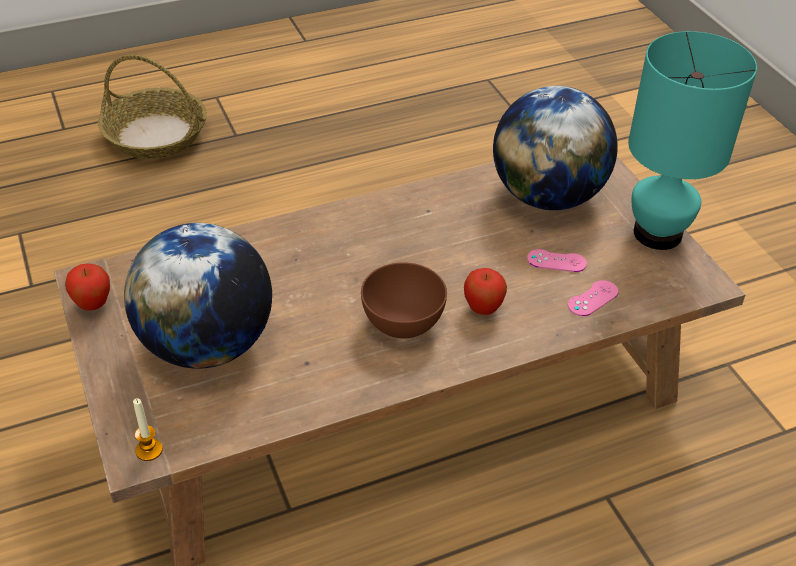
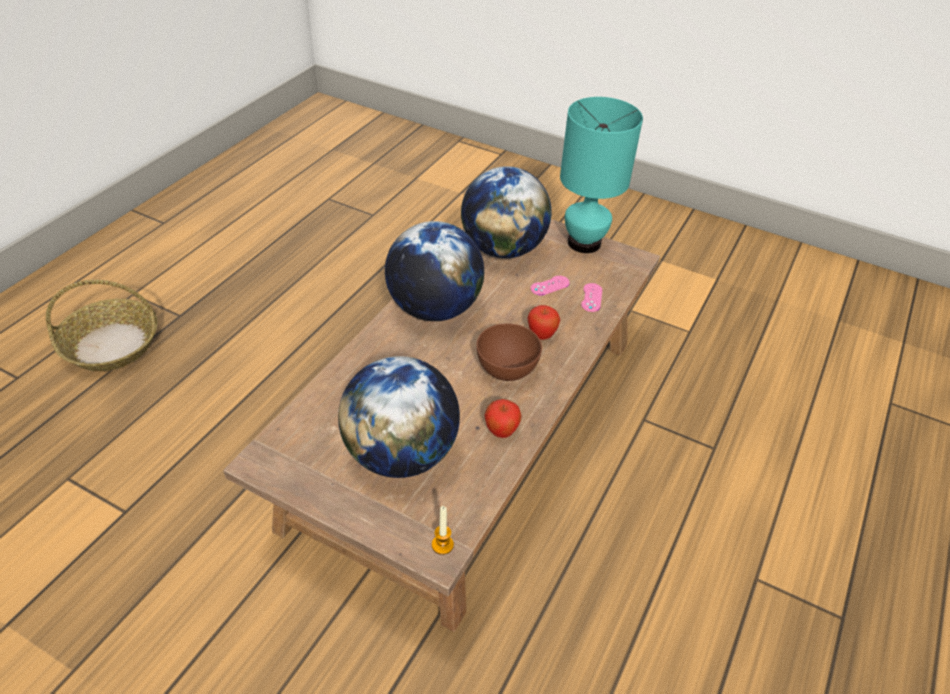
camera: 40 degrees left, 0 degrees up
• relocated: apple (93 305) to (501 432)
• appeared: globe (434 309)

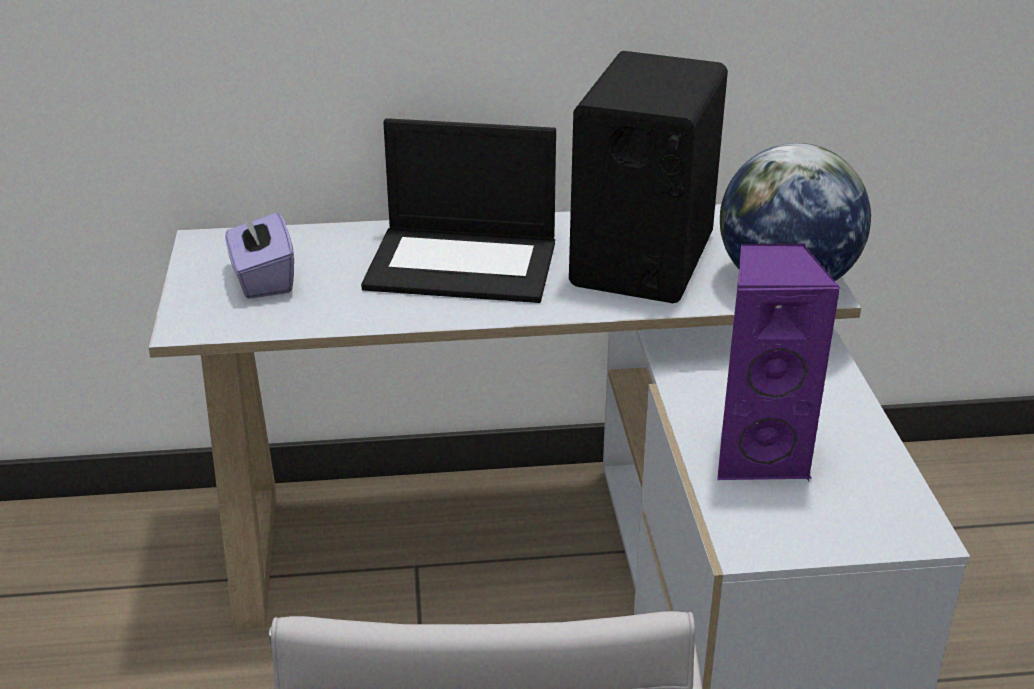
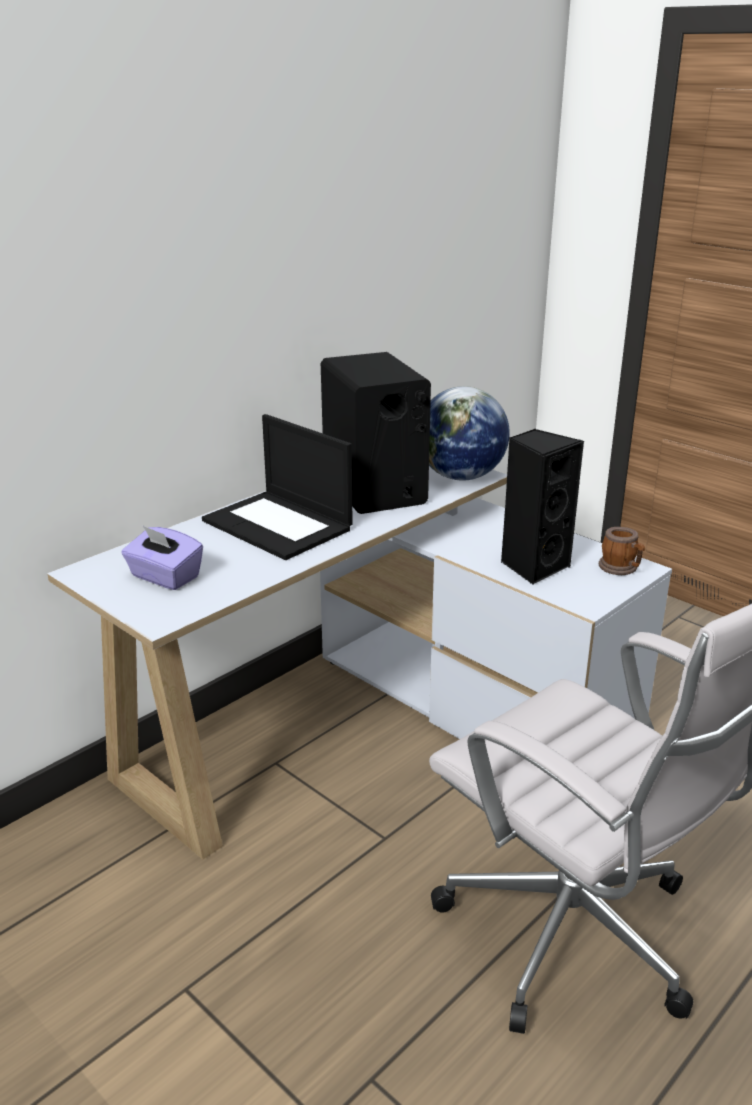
camera: 40 degrees left, 5 degrees down
• spun: laptop (464 264) = (279 525) 75 degrees clockwise
• colour: purple speaker (758 455) to black speaker (533 566)
• appeared: mug (621 568)

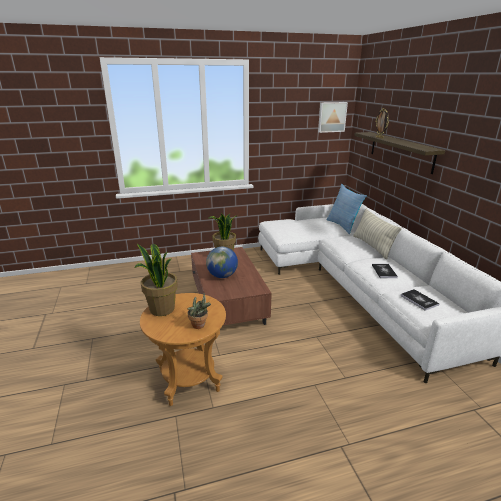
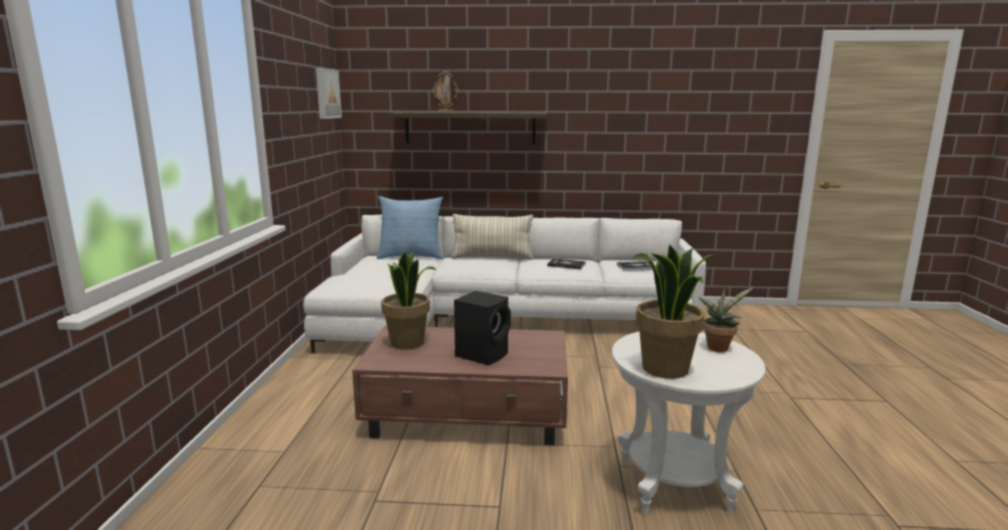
camera: 70 degrees left, 10 degrees down
• colour: brown side table (189 380) to white side table (674 485)
• exchanged: globe (222 276) to black speaker (483 354)

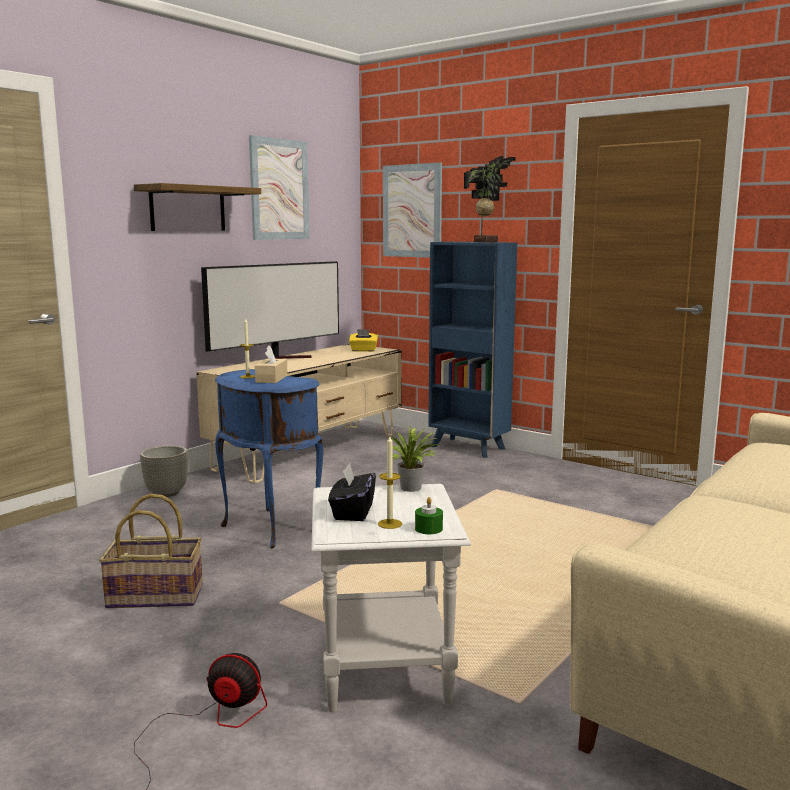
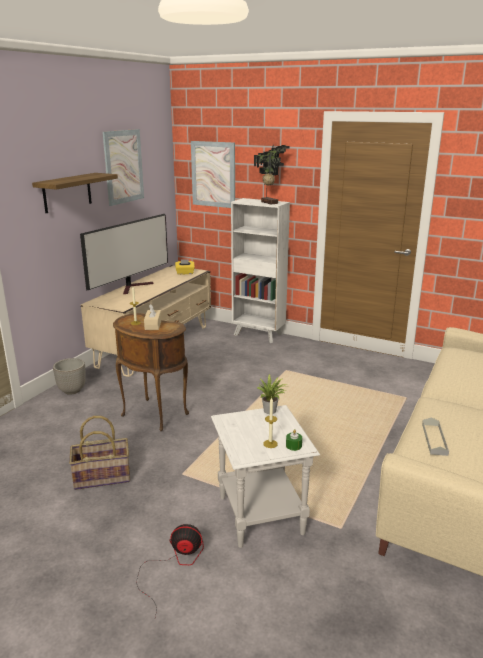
camera: 10 degrees left, 10 degrees up
• colour: blue side table (268 529) to brown side table (153 416)
• missing: black tissue box (352 512)
• colour: blue bookcase (469 448) to white bookcase (258 335)
• appeared: grey tray (434 439)

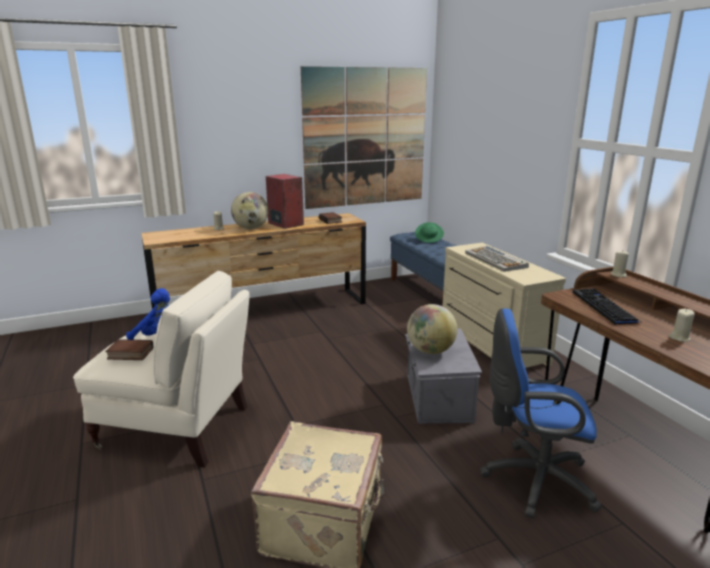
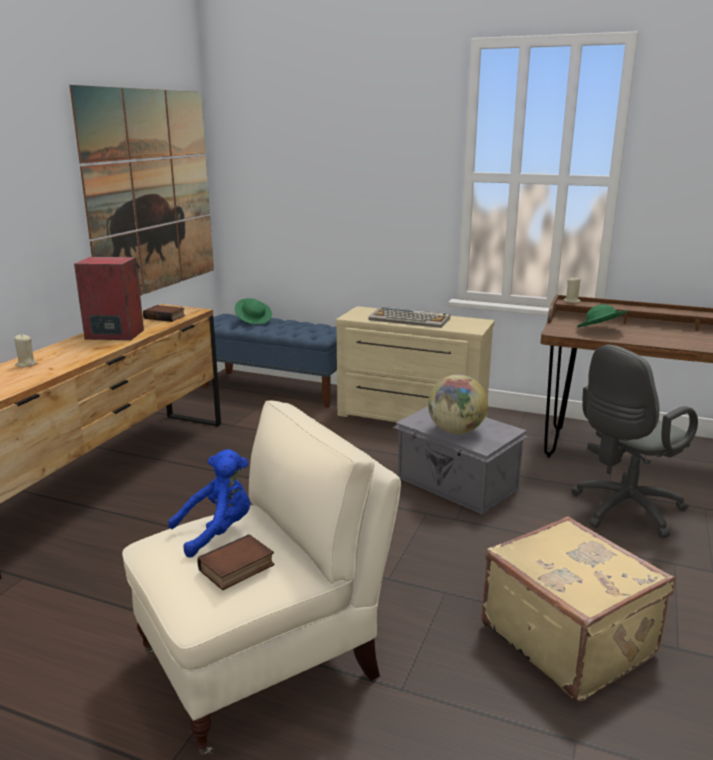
camera: 45 degrees left, 0 degrees up
• missing: globe (251 228)
• colour: blue office chair (532 480) to grey office chair (622 511)
• exchanged: keyboard (604 307) to green hat (600 331)
• missing: beige candle (679 338)

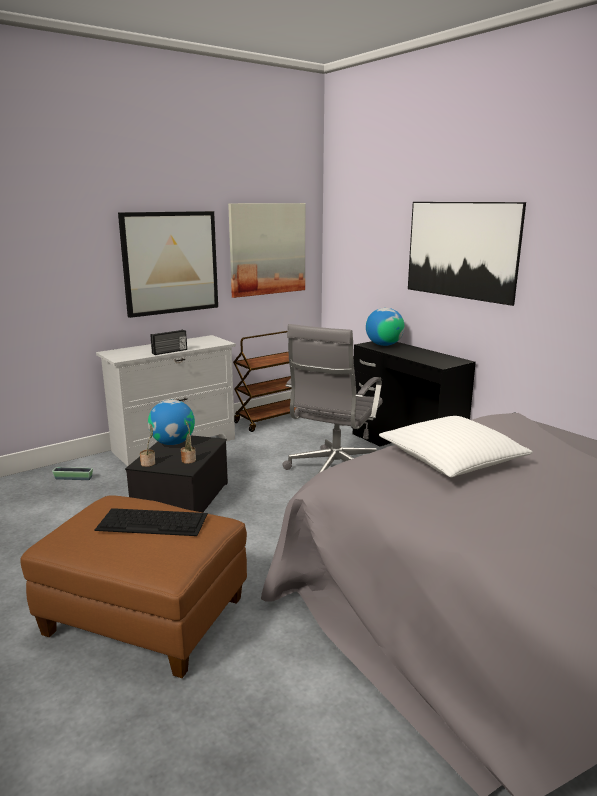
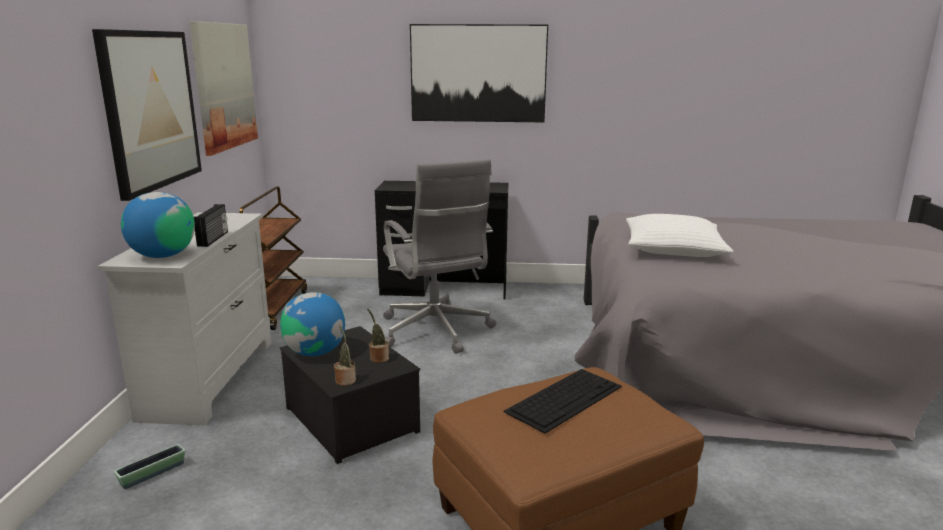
camera: 50 degrees left, 0 degrees up
• relocated: globe (384 345) to (163 256)

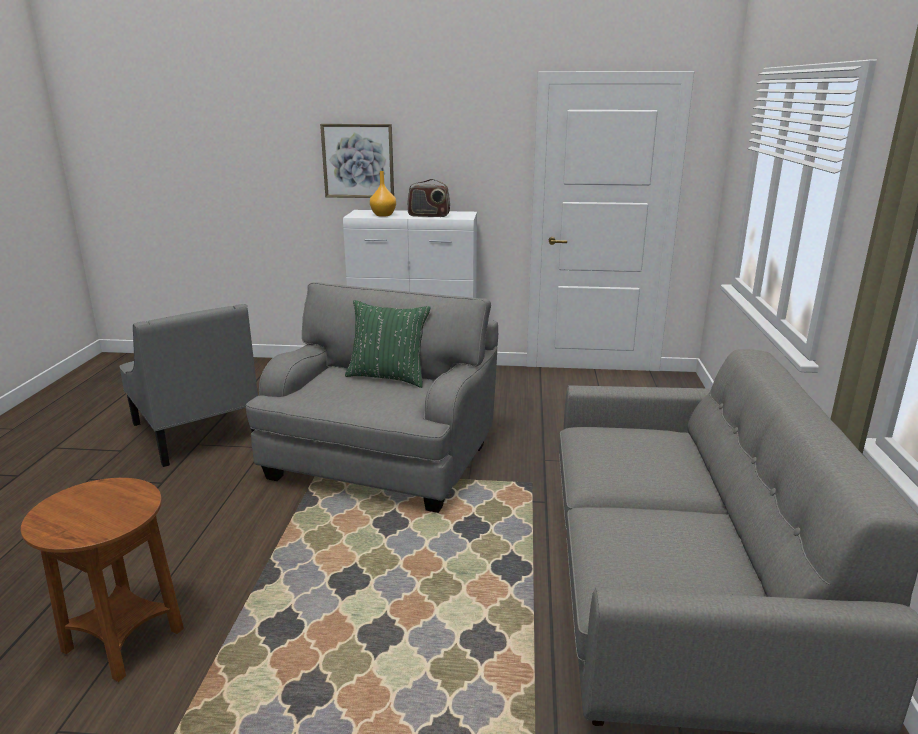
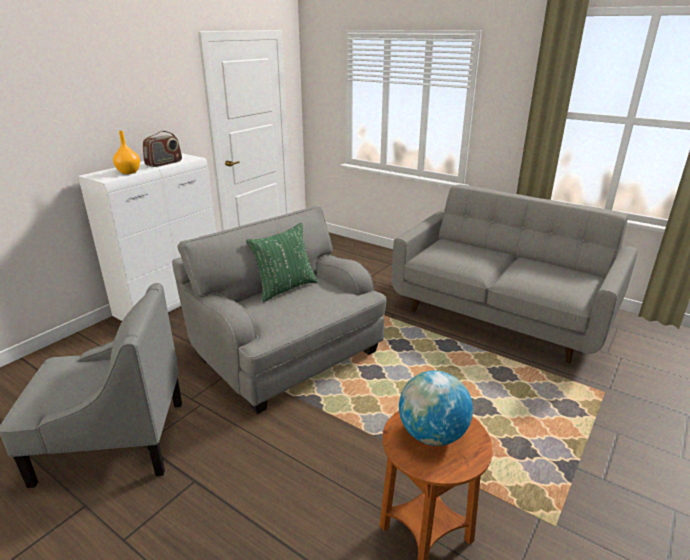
camera: 60 degrees left, 5 degrees up
• missing: picture (358 161)
• appeared: globe (432 434)

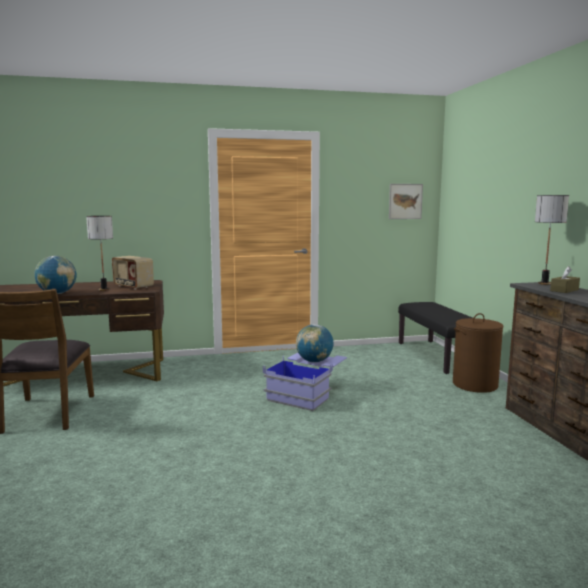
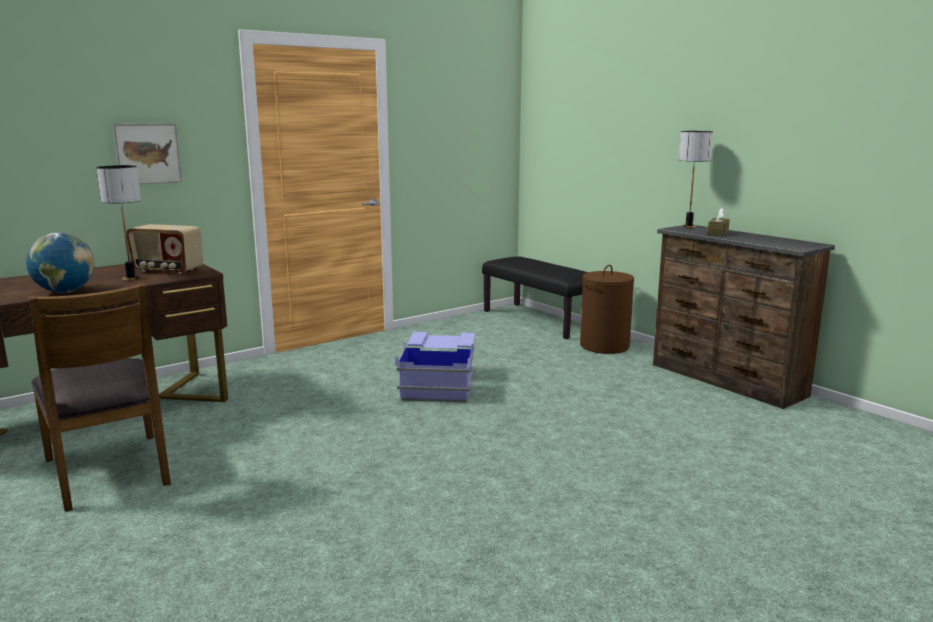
camera: 25 degrees left, 5 degrees up
• missing: globe (314 361)
• relocated: picture (405 201) to (148 153)

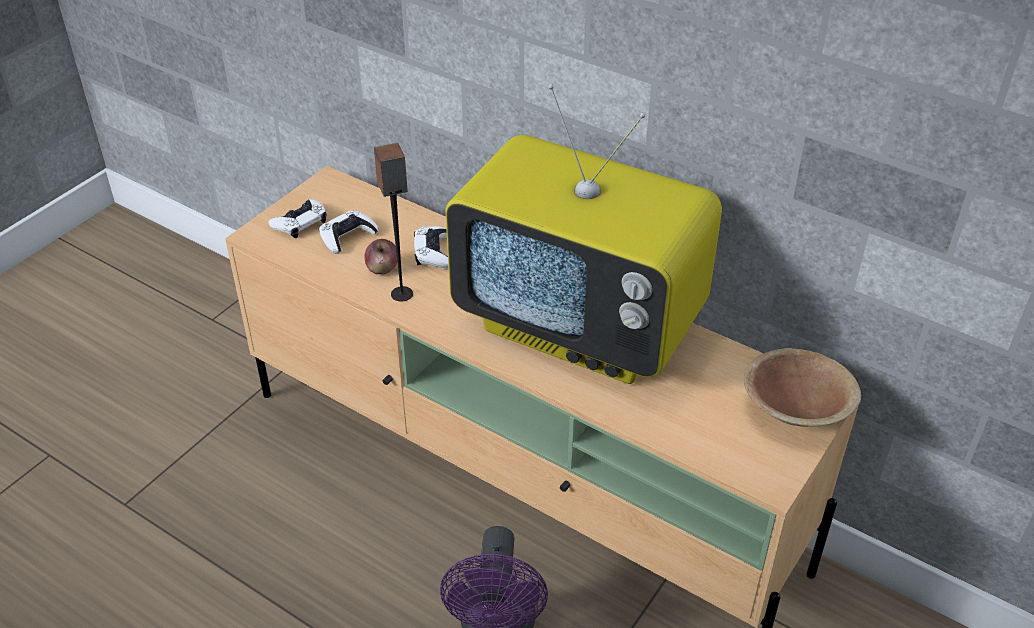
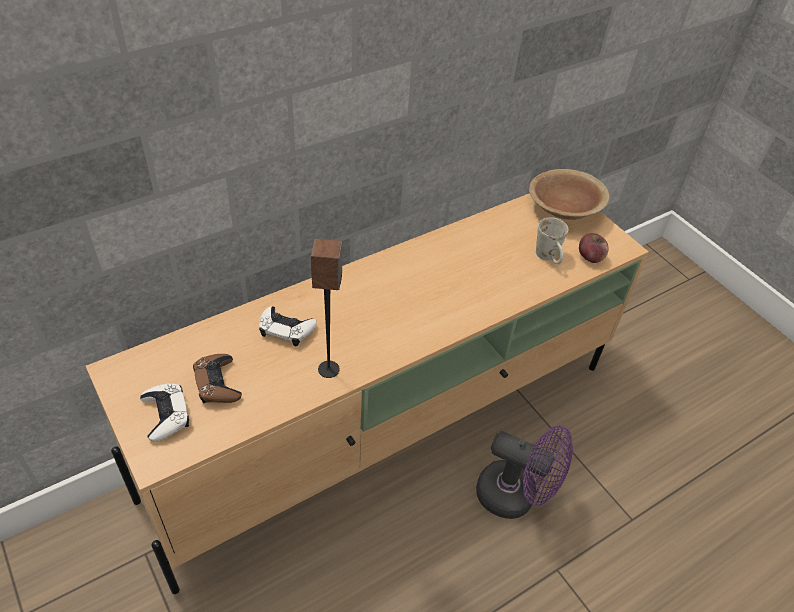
camera: 70 degrees left, 5 degrees up
• colour: white game controller (347 236) to brown game controller (217 383)
• relocated: apple (382 269) to (590 257)
• missing: television (582 326)
• appeared: white mug (549 258)

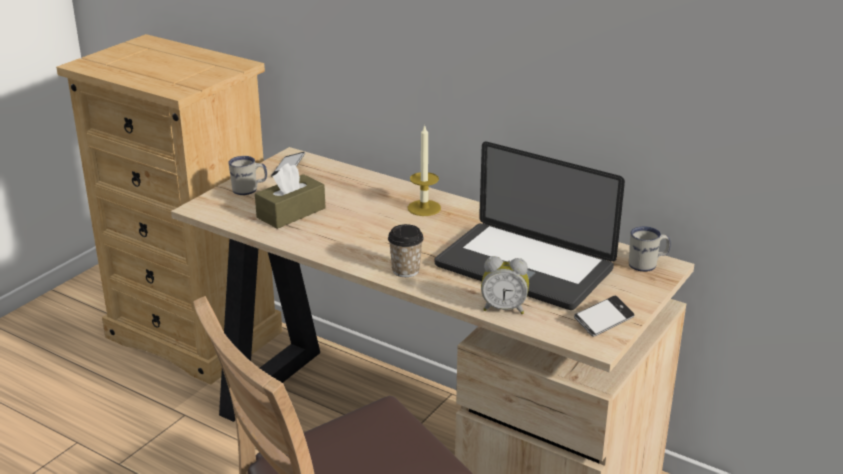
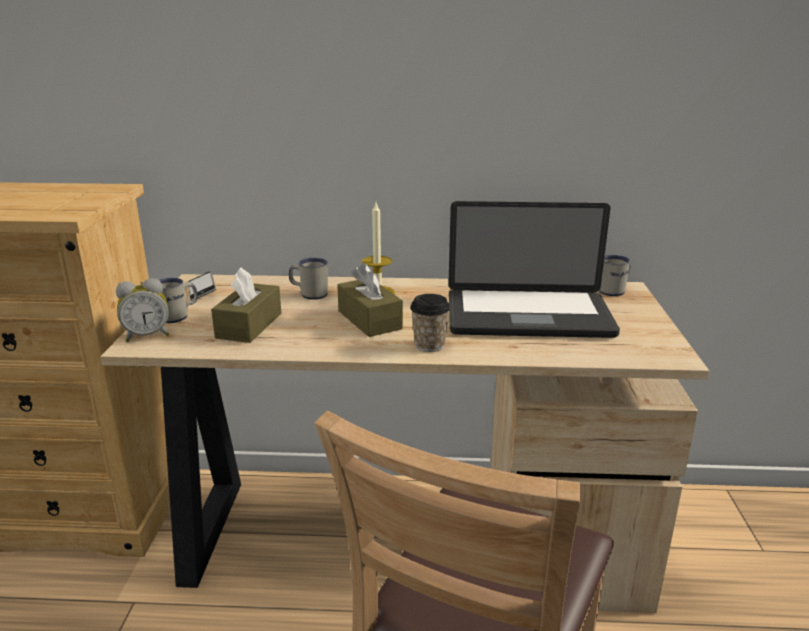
camera: 30 degrees left, 5 degrees down
• relocated: alarm clock (504 308) to (147 335)
• missing: phone (603 320)
• appeared: white mug (309 294)
• appeared: brown tissue box (369 320)

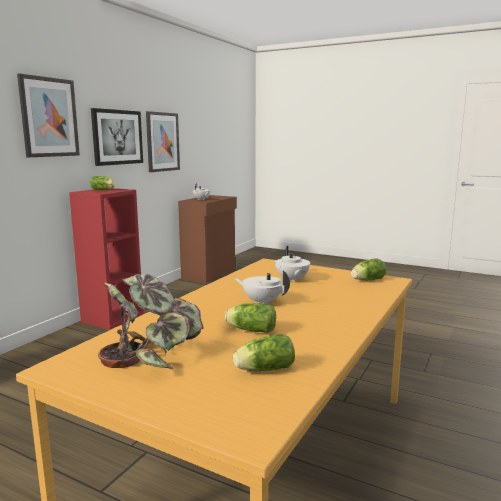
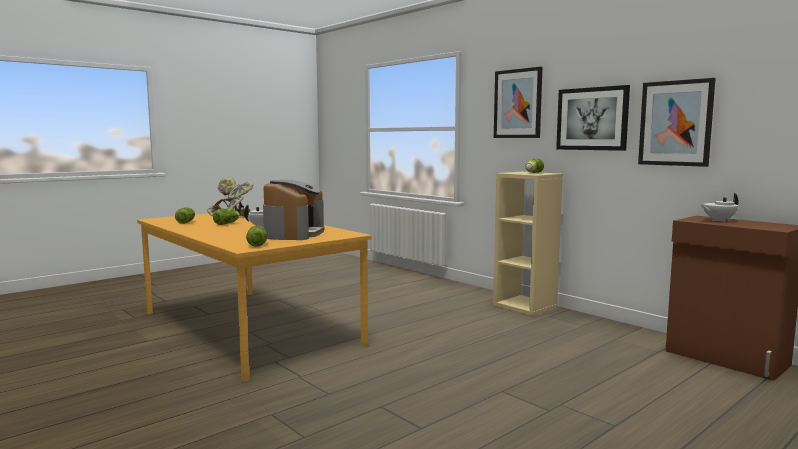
camera: 110 degrees right, 5 degrees down
• colour: red bookcase (112 318) to beige bookcase (525 306)
• exchanged: white teapot (292 280) to coffee machine (294 233)

